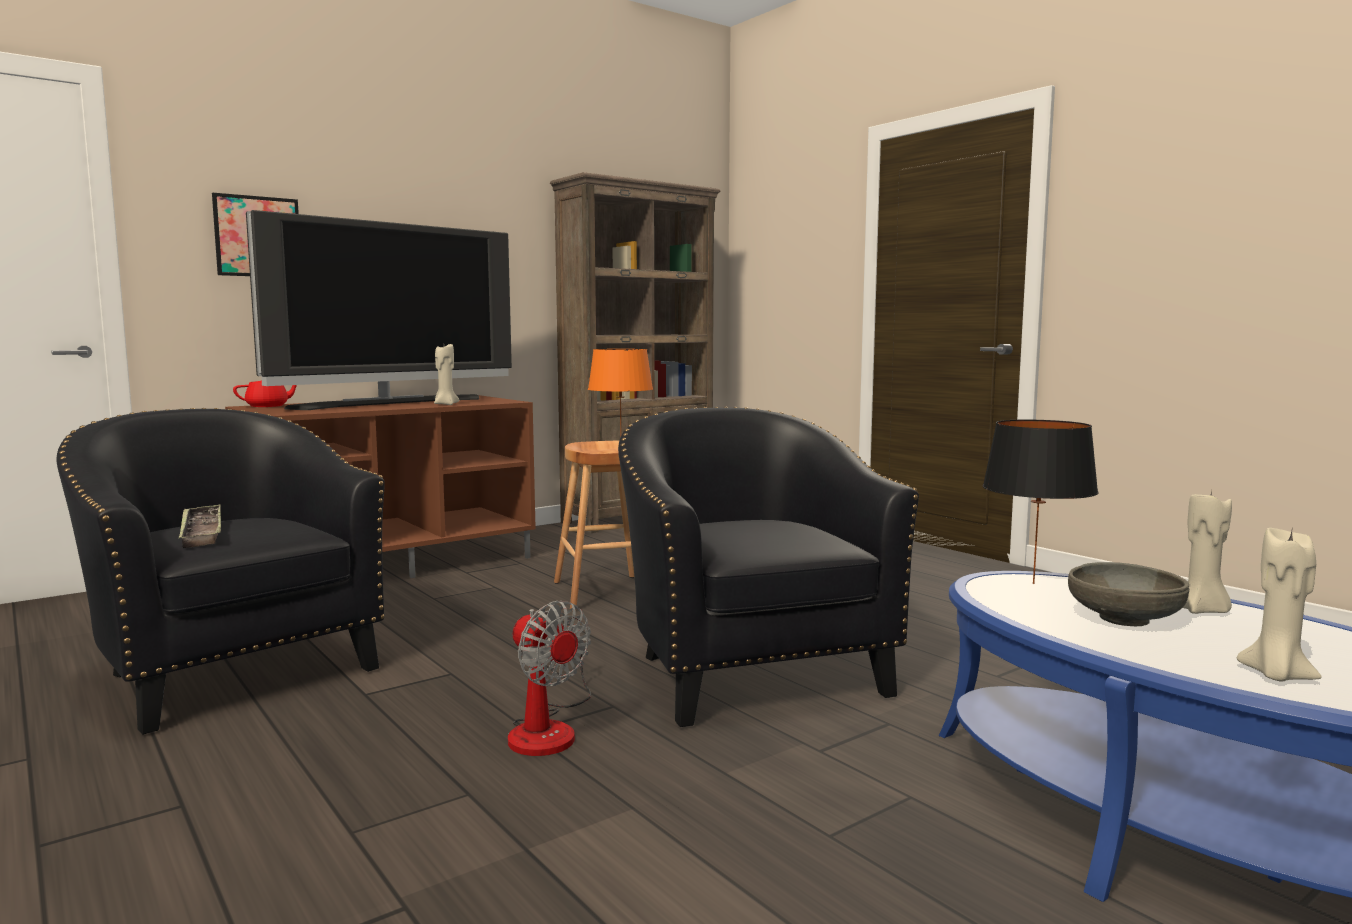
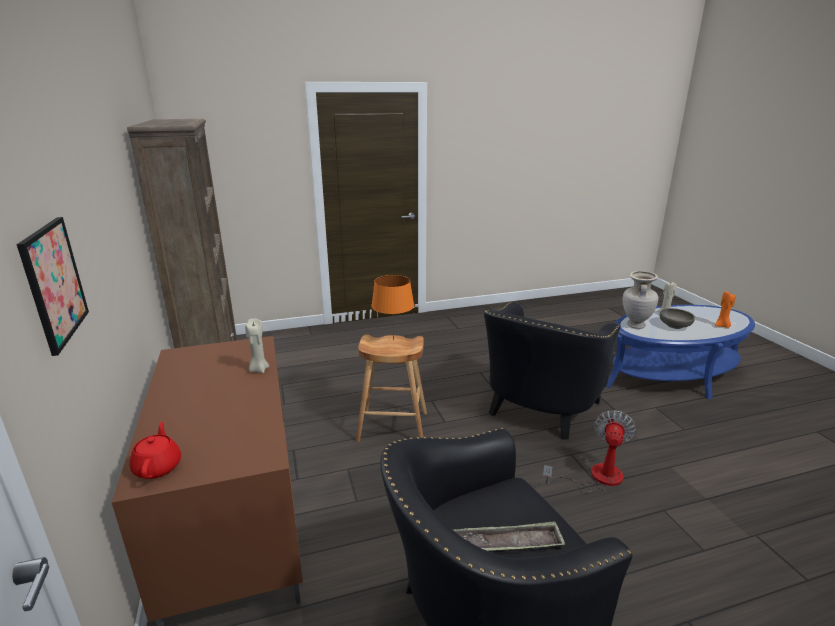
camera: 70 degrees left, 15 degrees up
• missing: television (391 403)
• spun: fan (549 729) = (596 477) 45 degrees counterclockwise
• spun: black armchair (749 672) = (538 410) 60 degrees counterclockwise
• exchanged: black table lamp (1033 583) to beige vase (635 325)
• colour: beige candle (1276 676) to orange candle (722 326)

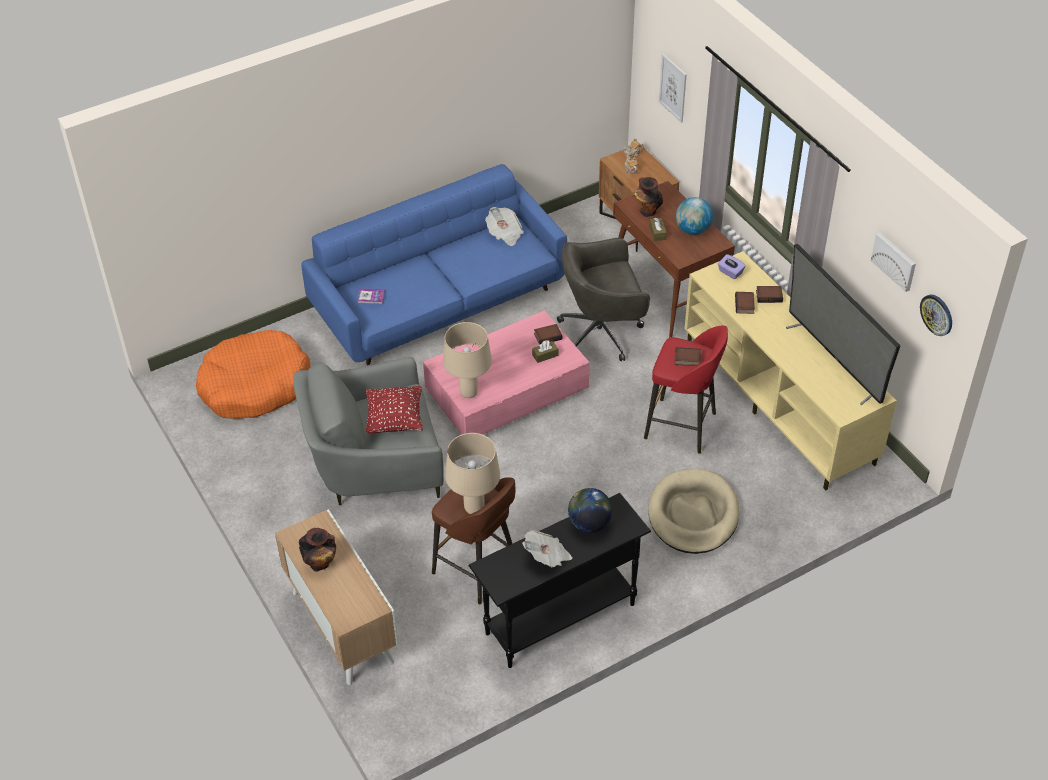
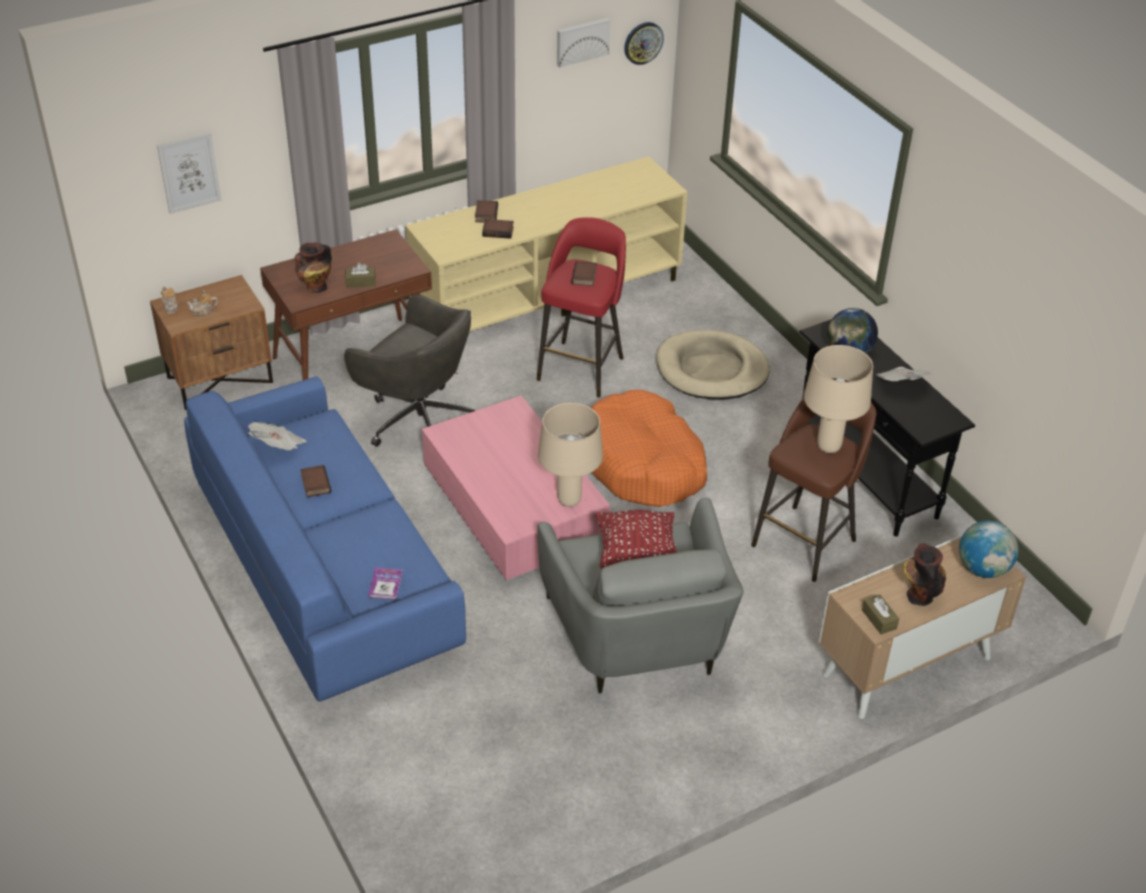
camera: 90 degrees left, 5 degrees down
• relocated: orange dog bed (255 385) to (644 464)
• relocated: brown tissue box (545 355) to (879 619)
• relocated: book (548 336) to (314 484)
• spun: grey office chair (602 333) = (418 420) 45 degrees counterclockwise
• relocated: globe (692 230) to (983 569)
• missing: purple tissue box (730 272)
• missing: television (834 359)

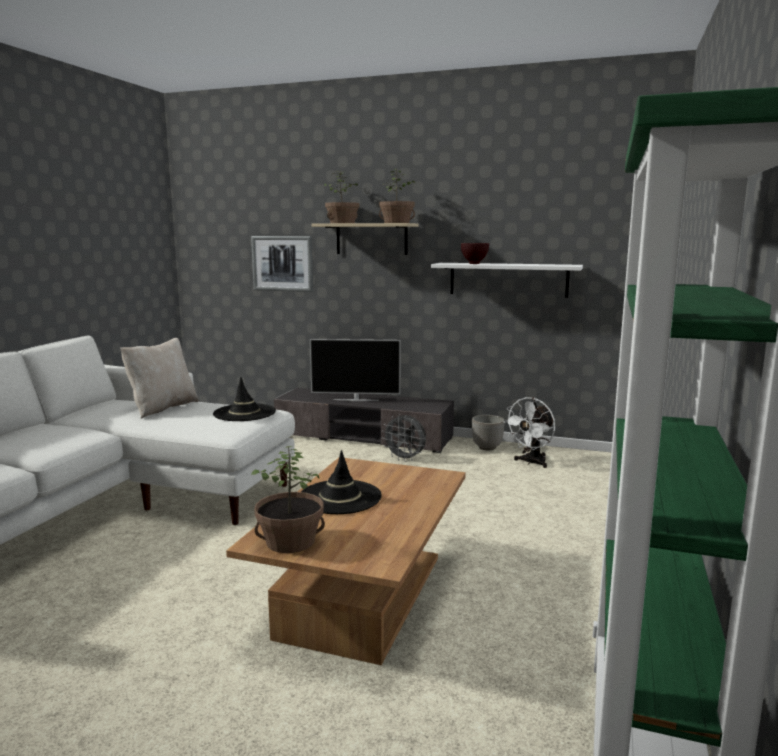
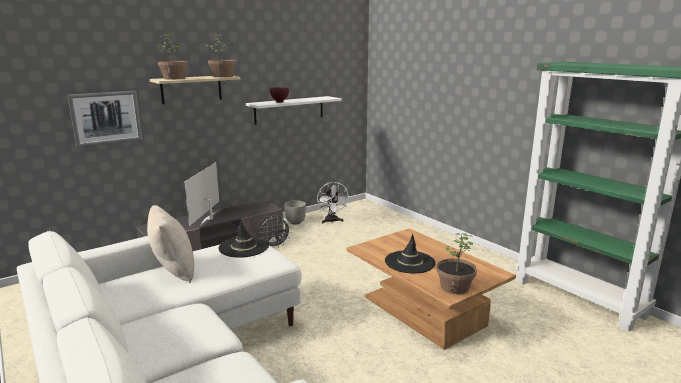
camera: 55 degrees left, 5 degrees up
• spun: television (356 400) = (208 218) 150 degrees clockwise

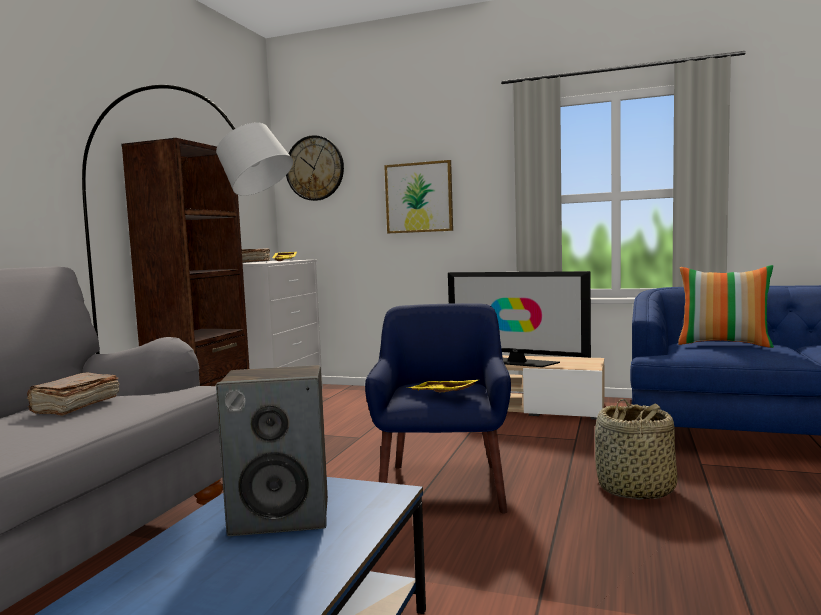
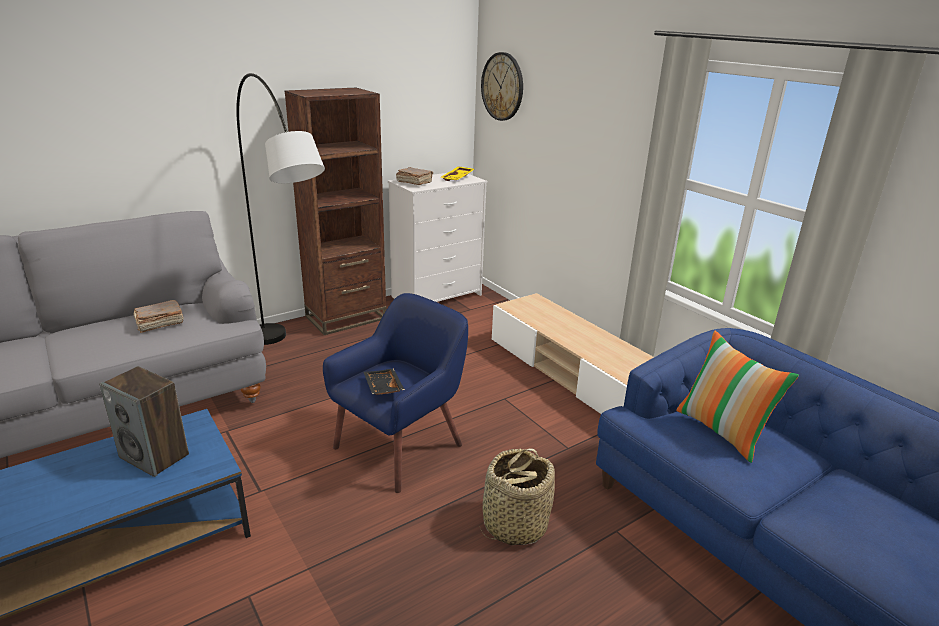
camera: 35 degrees right, 20 degrees up
• missing: picture (419 197)
• colour: yellow tray (442 394) to black tray (382 387)
• missing: television (517 362)

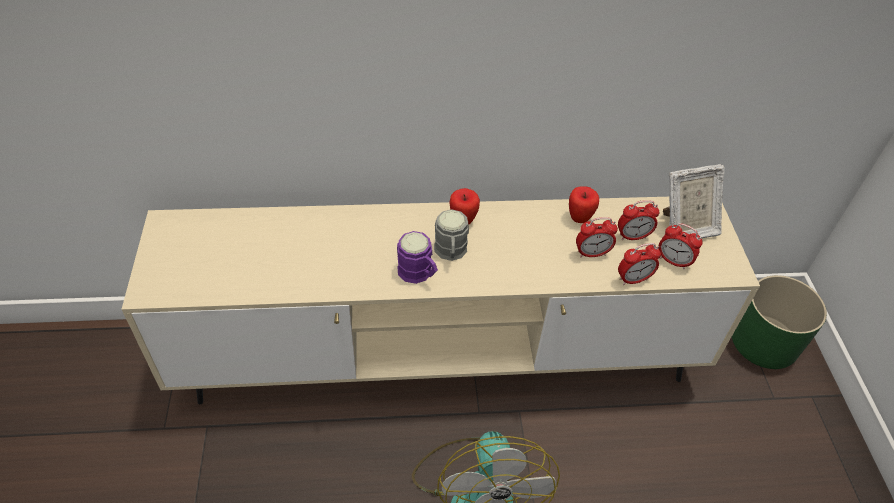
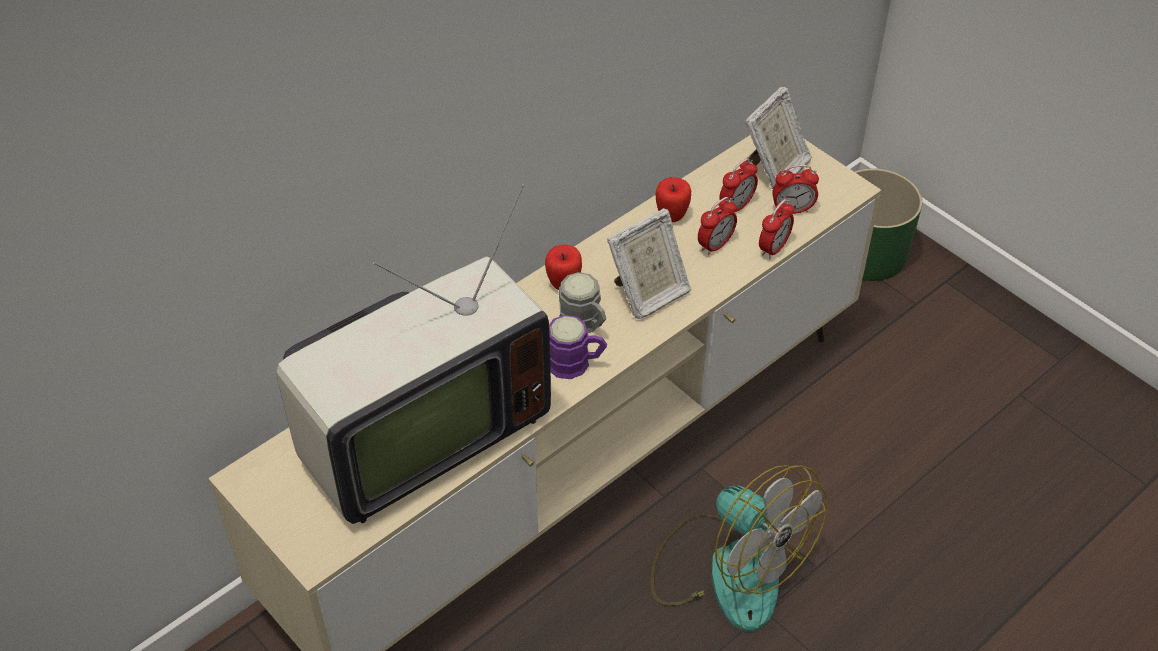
camera: 35 degrees left, 0 degrees up
• appeared: television (417 436)
• appeared: picture frame (648 294)

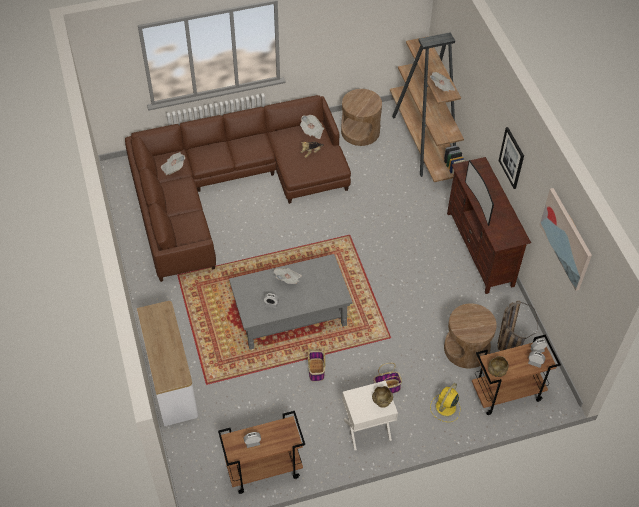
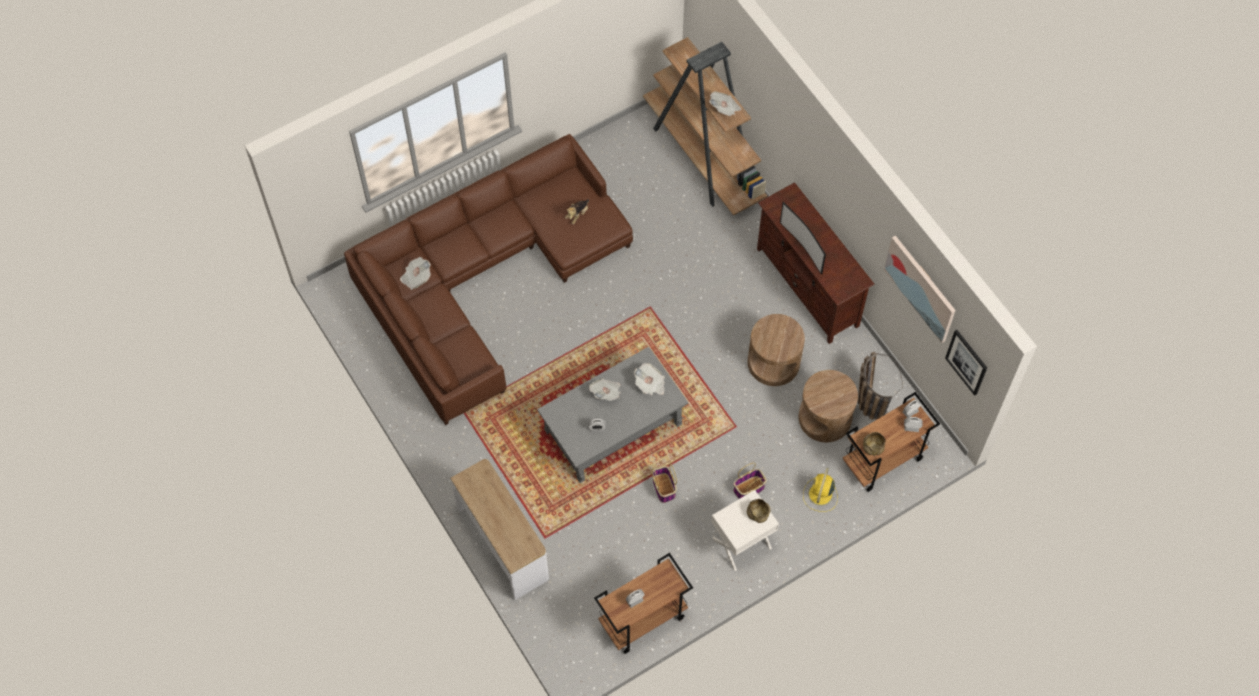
camera: 15 degrees left, 10 degrees up
• relocated: newspaper (312 131) to (650 384)
• relocated: brown side table (360 131) to (774 362)
• relocated: picture (512 158) to (967 362)

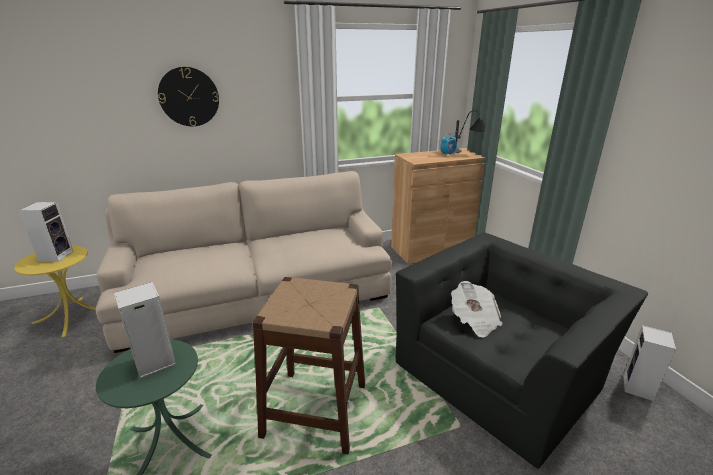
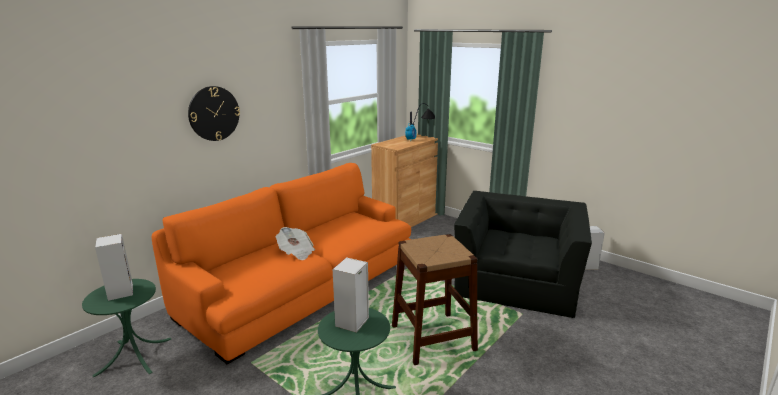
camera: 30 degrees left, 5 degrees down
• colour: yellow side table (73 316) to green side table (134 356)
• colour: beige sofa (258 294) to orange sofa (303 286)
• relocated: newspaper (474 320) to (296 252)

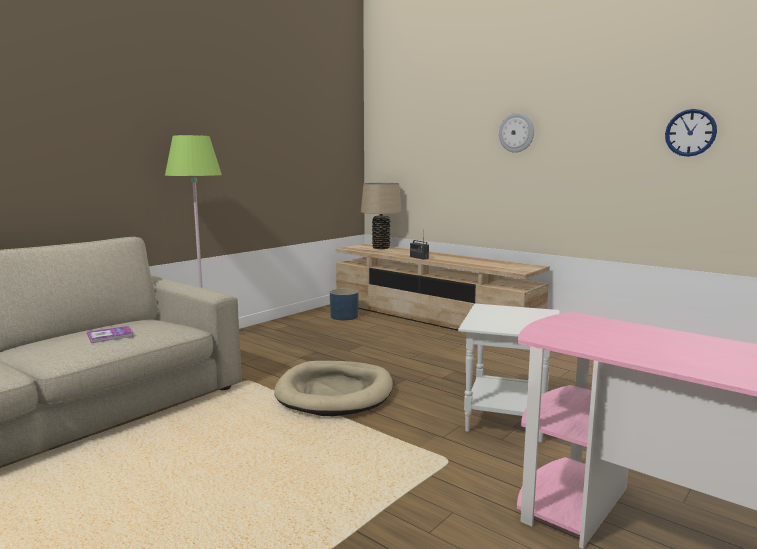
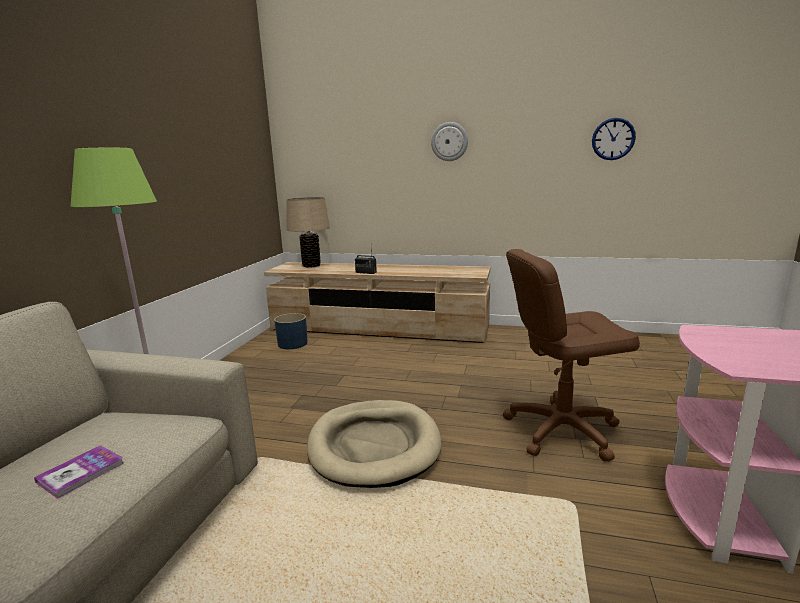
camera: 25 degrees left, 5 degrees up
• exchanged: white side table (507 418) to brown office chair (561 430)

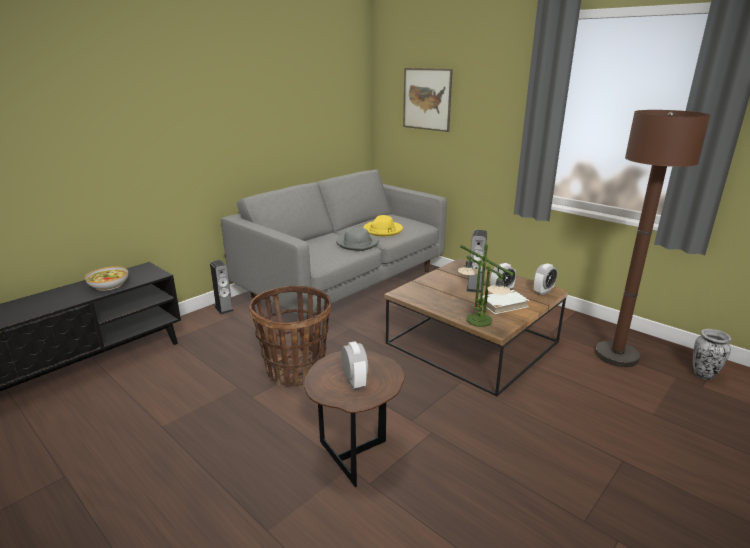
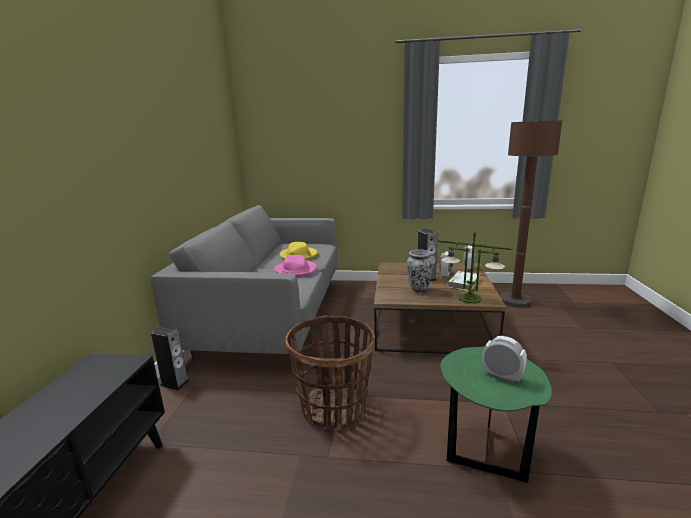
camera: 35 degrees left, 5 degrees down
• missing: bowl (109 285)
• colour: brown side table (355 454) to green side table (485 454)
• colour: grey hat (357 243) to pink hat (296 270)
• missing: picture (427 99)
• relocated: vase (703 375) to (419 289)

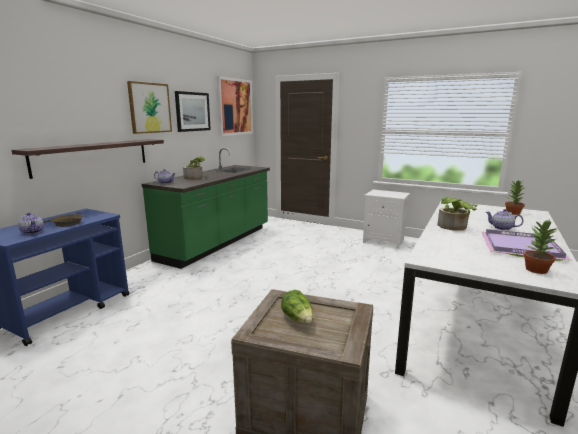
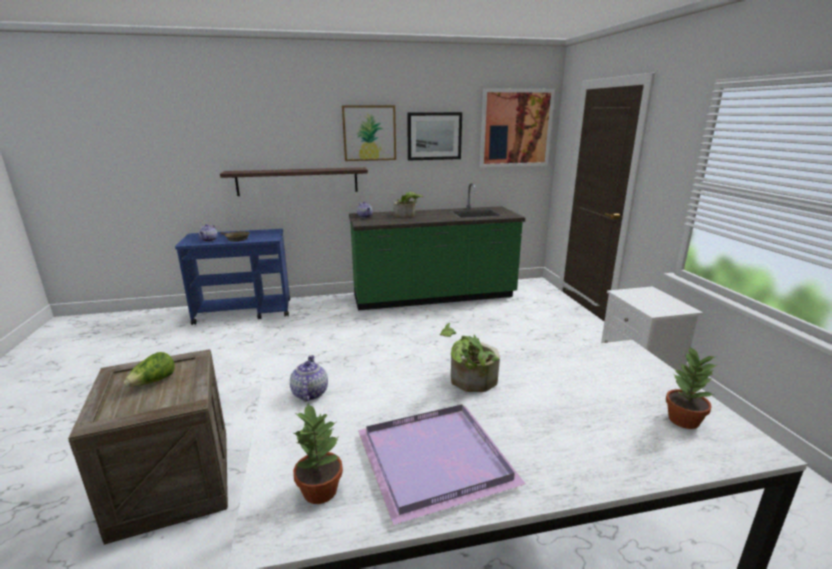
camera: 50 degrees right, 5 degrees up
• relocated: teapot (501 228) to (309 393)

